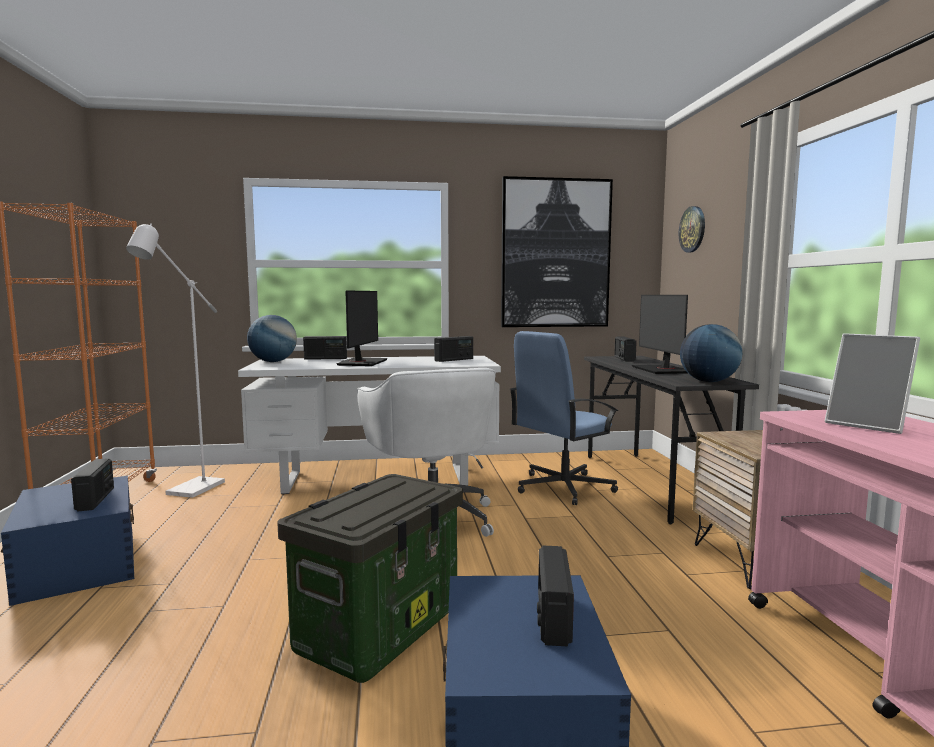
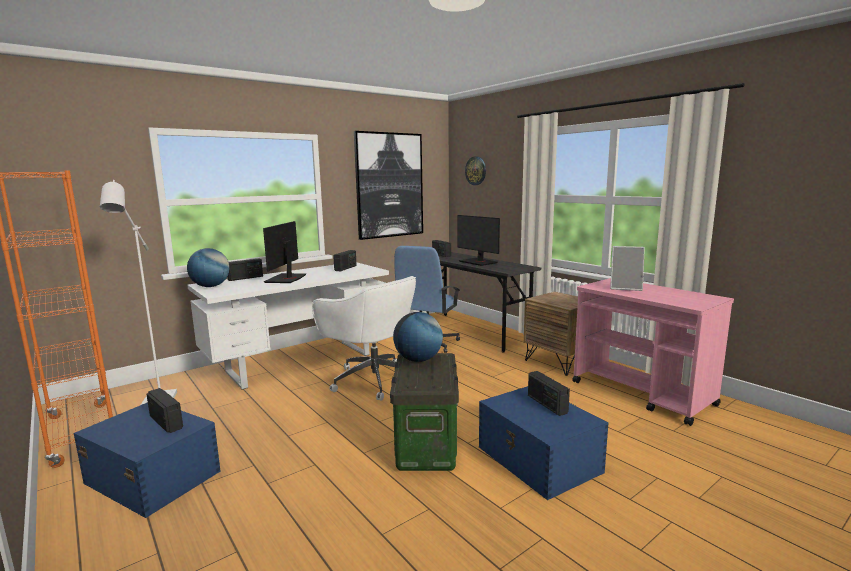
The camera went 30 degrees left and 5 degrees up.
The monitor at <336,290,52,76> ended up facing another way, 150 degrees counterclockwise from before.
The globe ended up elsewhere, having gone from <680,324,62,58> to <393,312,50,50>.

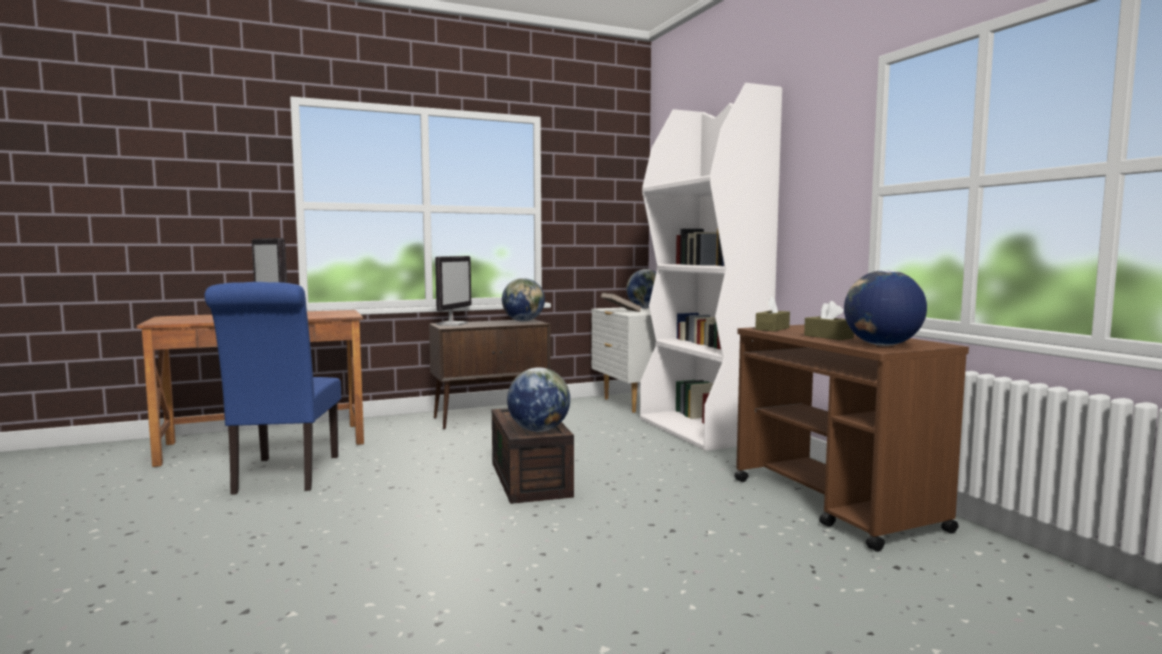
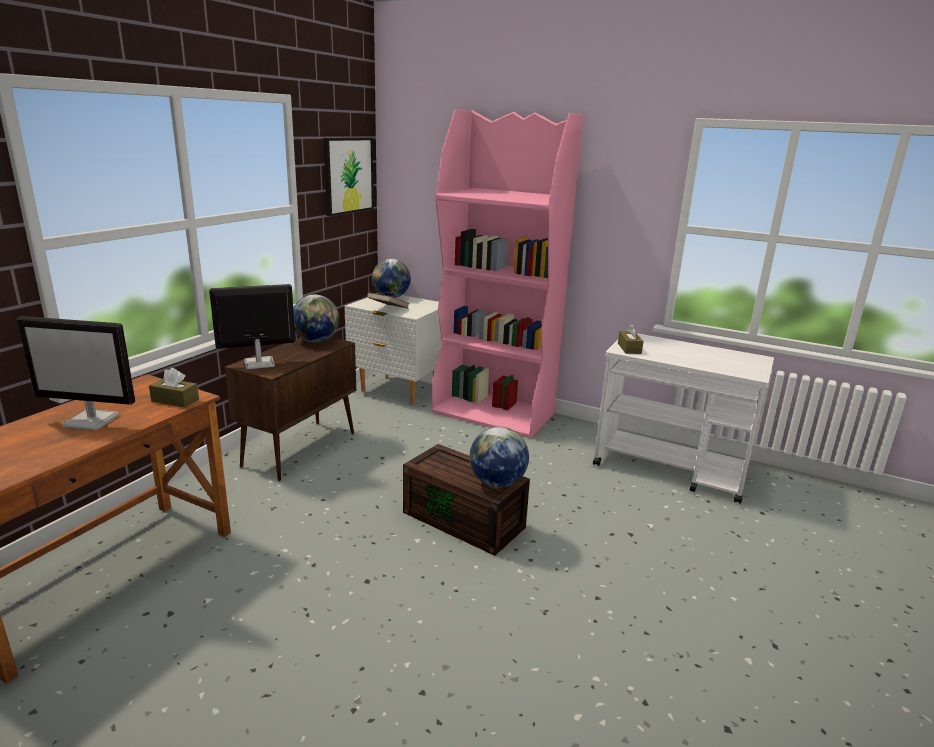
The camera went 40 degrees left and 15 degrees up.
The tissue box (brown) ended up elsewhere, having gone from <804,301,50,39> to <149,368,50,39>.
The monitor at <435,256,36,70> ended up facing another way, 90 degrees counterclockwise from before.
The second view gained the picture at <323,137,51,79>.
What was the bookcase (white) at <640,83,142,368> turned into the bookcase (pink) at <432,109,151,329>.
What was the cart (brown) at <734,325,235,227> turned into the cart (white) at <593,333,181,171>.
The second view lost the chair (blue) at <204,282,137,213>.
The second view lost the globe at <844,270,83,76>.

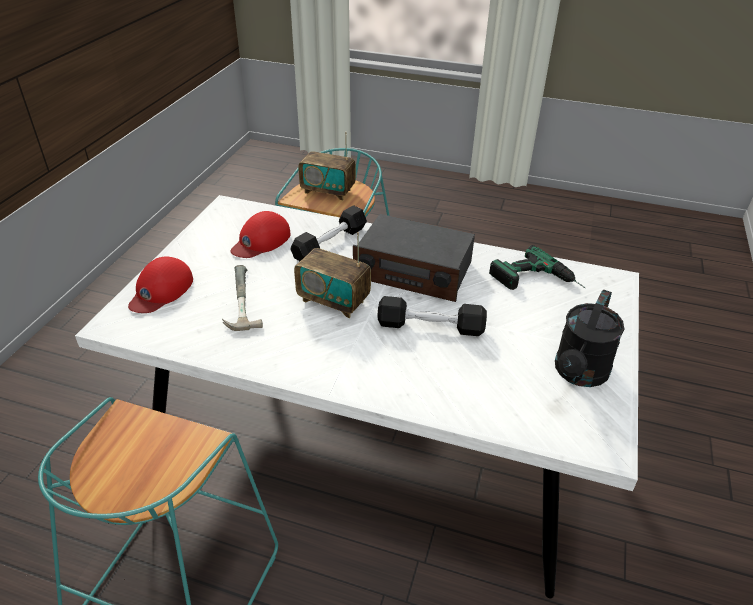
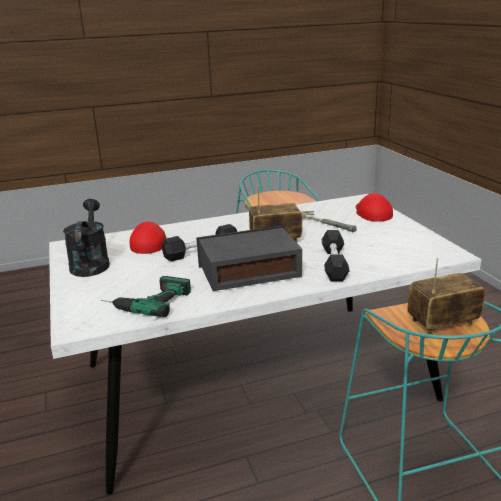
The camera went 145 degrees right and 15 degrees down.
The cap (red) ended up elsewhere, having gone from <231,211,60,47> to <130,222,37,32>.

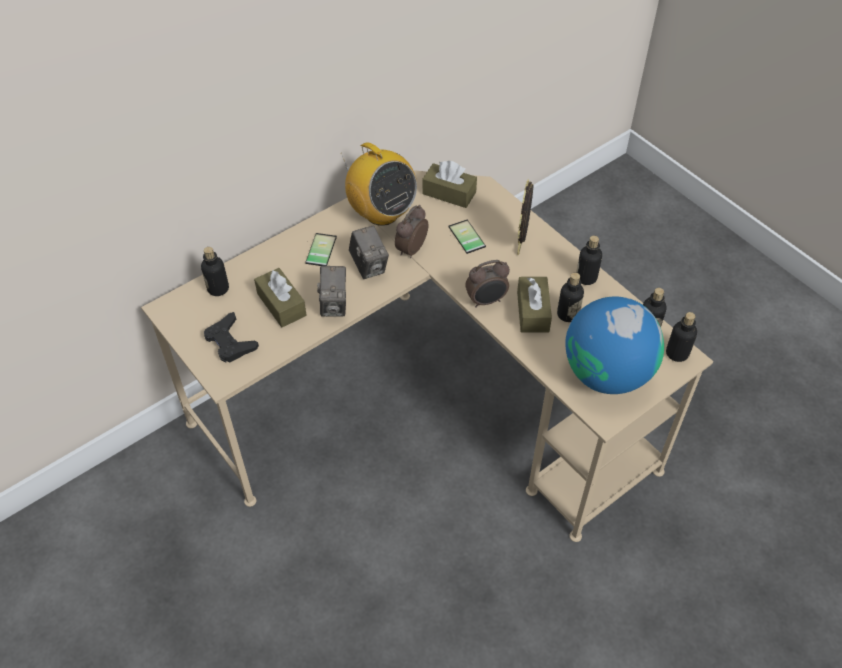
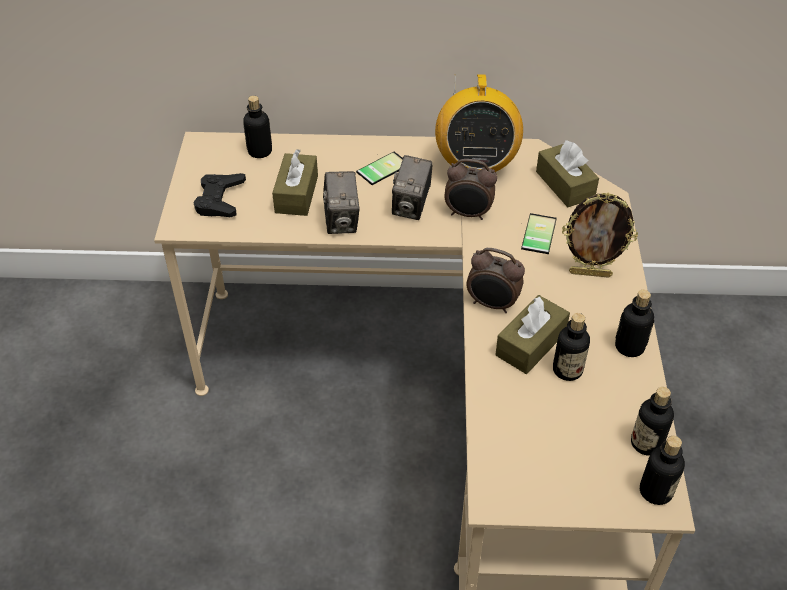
The camera went 40 degrees right and 5 degrees down.
The photo camera at <317,266,29,51> ended up facing another way, 45 degrees counterclockwise from before.
The alarm clock at <395,205,34,53> ended up facing another way, 150 degrees counterclockwise from before.
The picture frame at <517,180,16,75> ended up facing another way, 135 degrees counterclockwise from before.
The second view lost the globe at <565,296,99,98>.

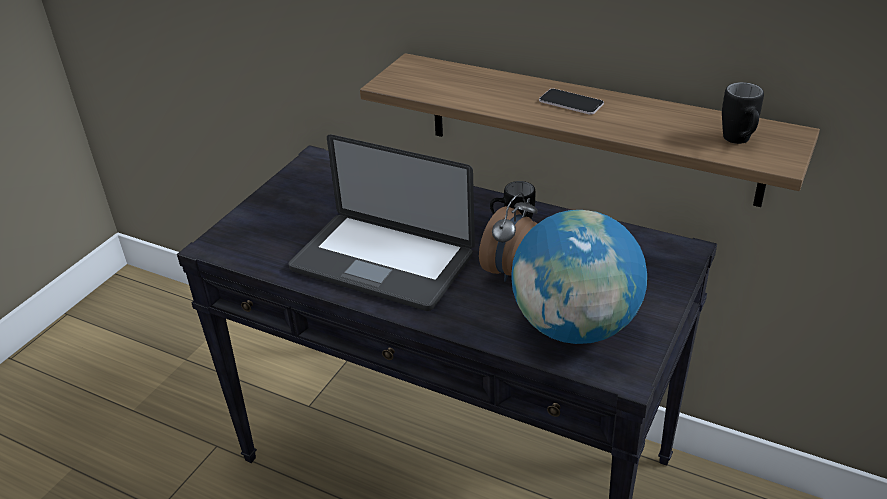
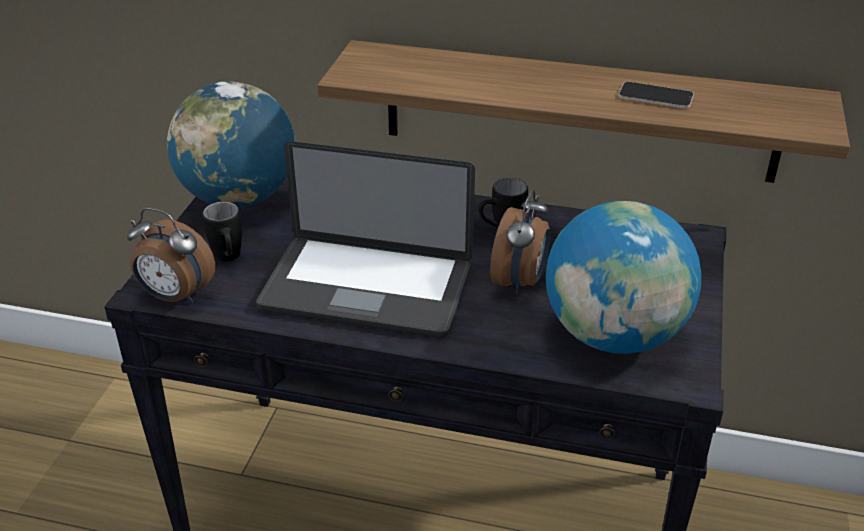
The camera went 15 degrees left and 0 degrees up.
The second view gained the alarm clock at <127,208,88,96>.
The second view gained the globe at <167,82,128,126>.
The mug (black) ended up elsewhere, having gone from <722,82,42,62> to <202,201,40,61>.
The phone ended up elsewhere, having gone from <539,89,65,26> to <619,82,75,26>.

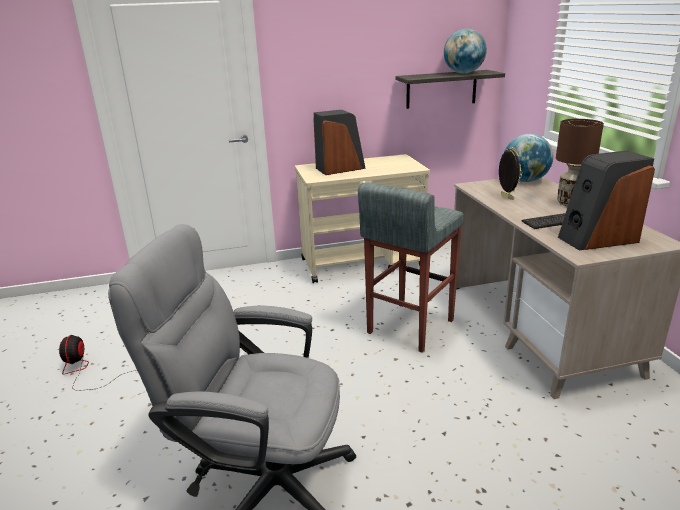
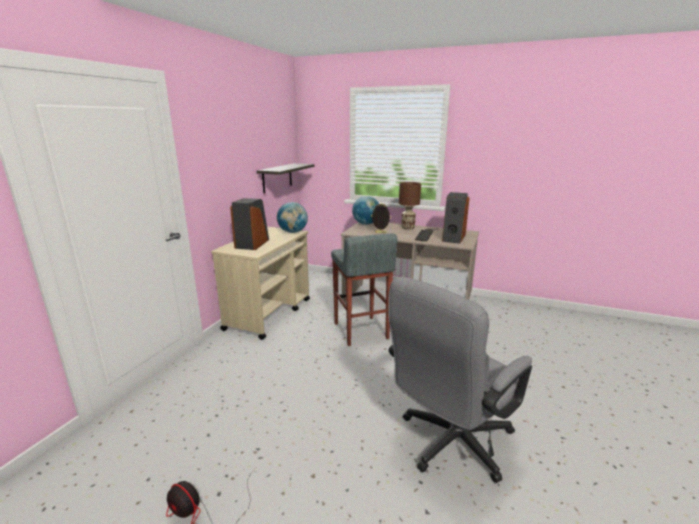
The camera went 55 degrees left and 5 degrees down.
The globe ended up elsewhere, having gone from <444,29,43,45> to <277,202,31,31>.

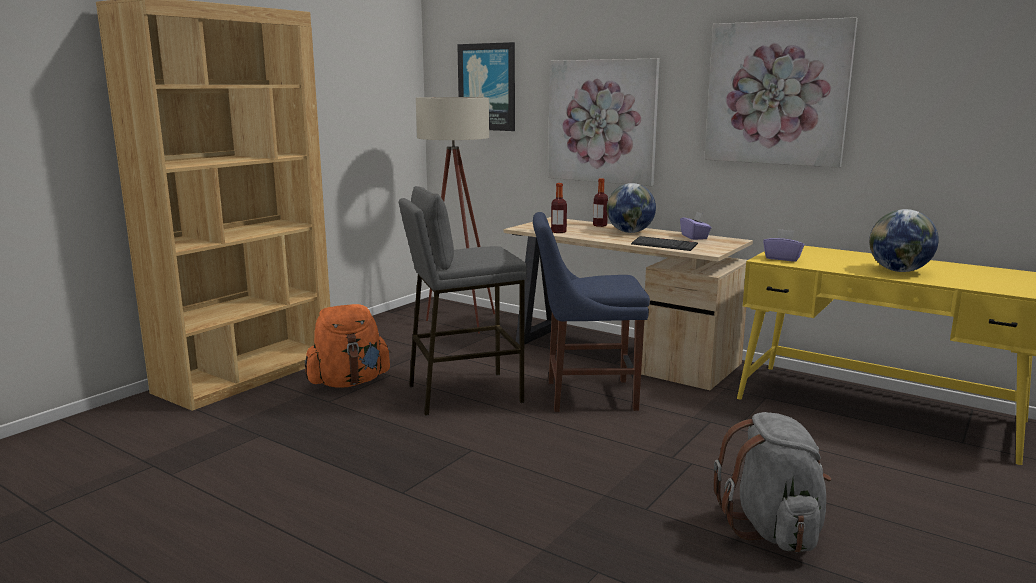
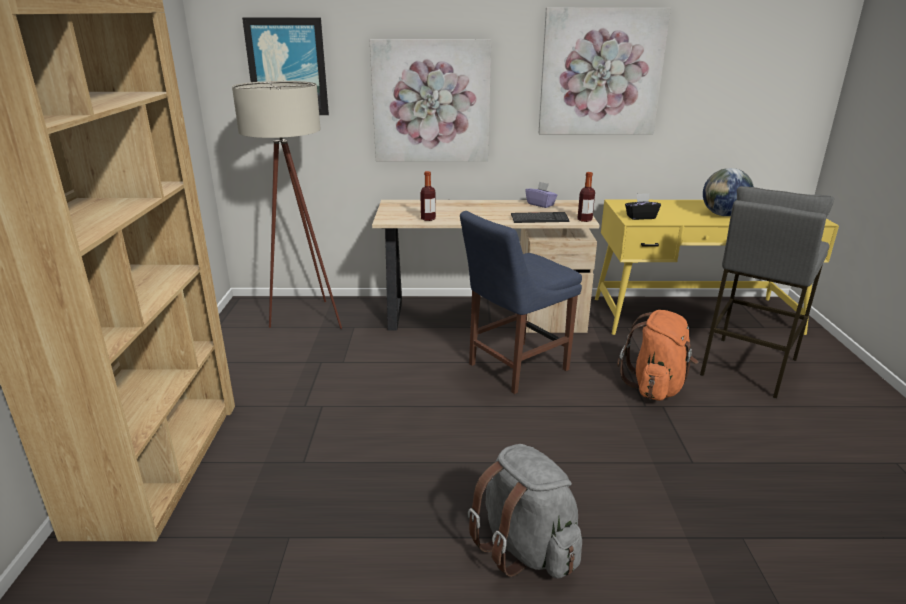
The camera went 35 degrees left and 10 degrees up.
The backpack (grey) ended up elsewhere, having gone from <714,412,117,141> to <468,444,114,135>.
The bottle ended up elsewhere, having gone from <593,178,15,49> to <577,172,18,50>.
The backpack (orange) ended up elsewhere, having gone from <305,304,86,83> to <617,310,82,91>.
What was the tissue box (purple) at <763,229,42,32> turned into the tissue box (black) at <625,194,36,26>.
The stool (grey) ended up elsewhere, having gone from <399,186,128,230> to <700,186,134,213>.
The second view lost the globe at <607,183,49,50>.

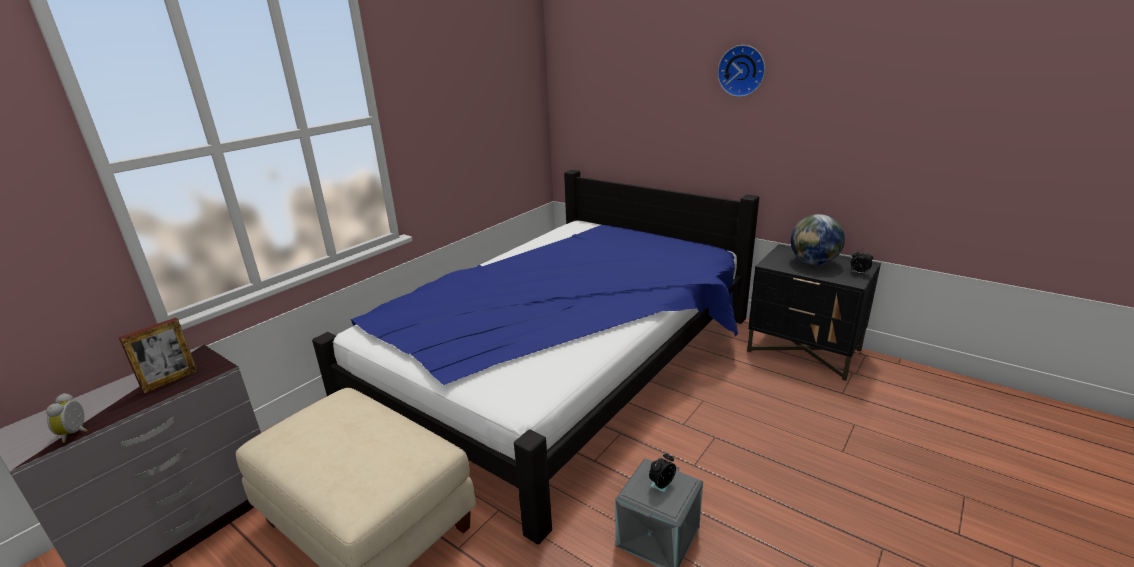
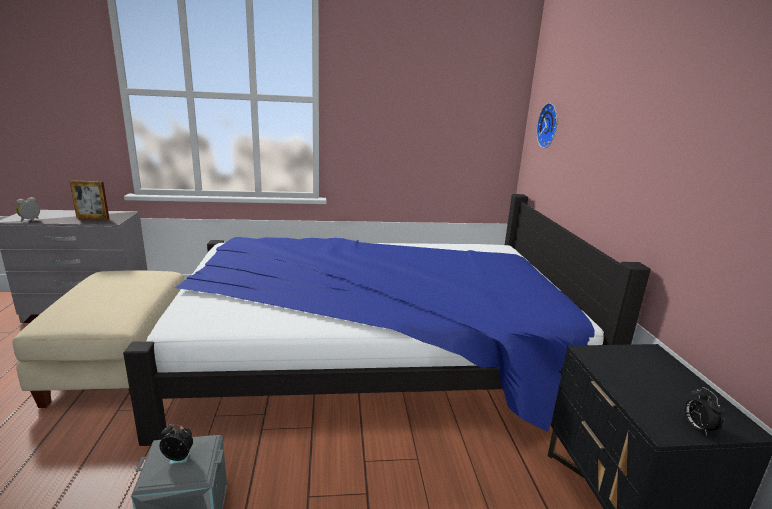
The camera went 45 degrees right and 5 degrees down.
The wall clock ended up elsewhere, having gone from <717,45,48,52> to <536,103,21,45>.
The second view lost the globe at <790,214,55,51>.

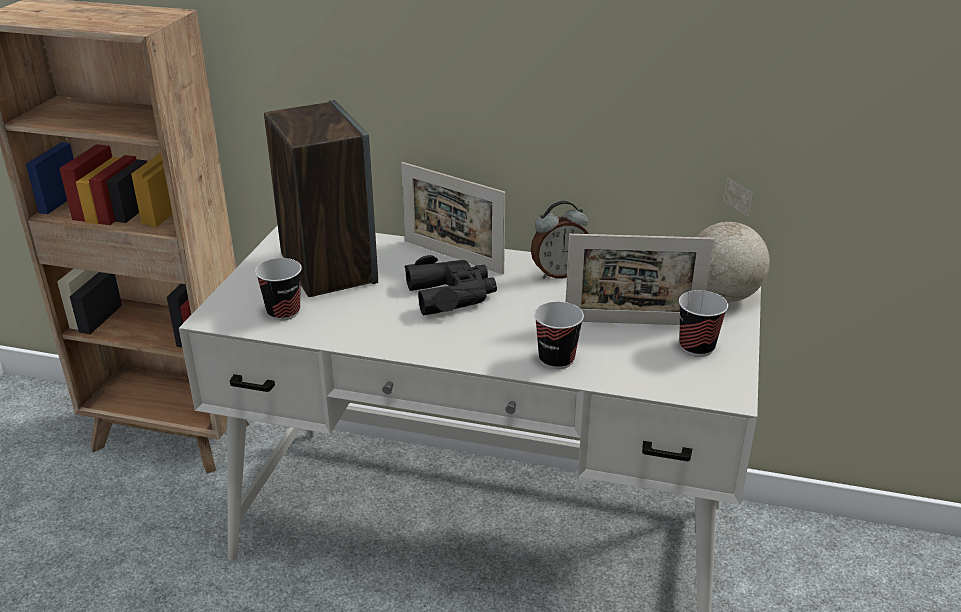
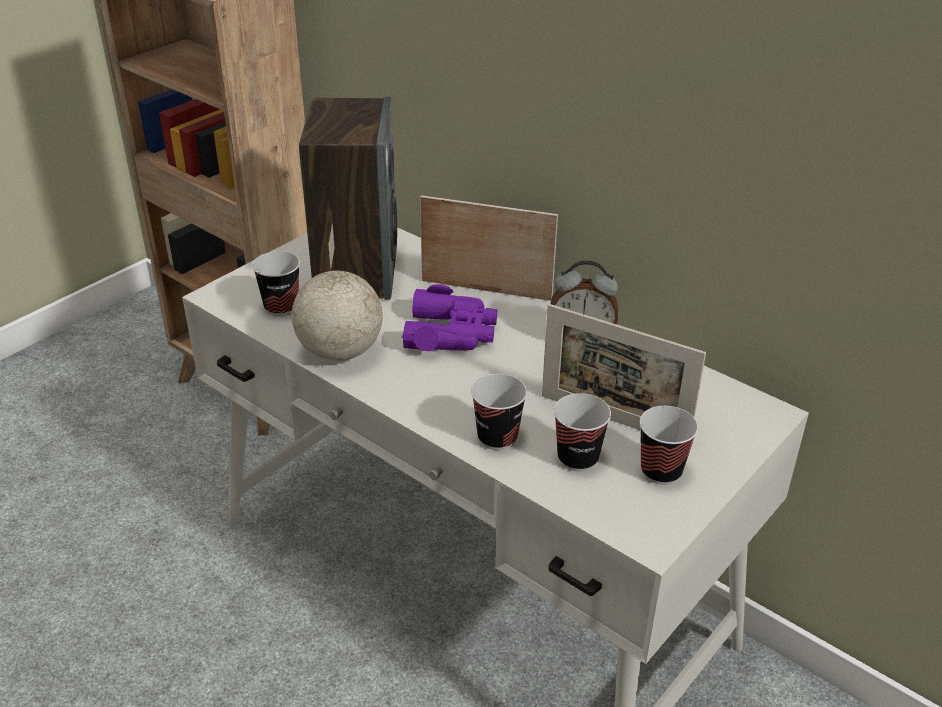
The camera went 25 degrees right and 5 degrees up.
The globe ended up elsewhere, having gone from <697,178,73,124> to <292,223,91,138>.
What was the binoculars (black) at <404,255,93,61> turned into the binoculars (purple) at <402,284,95,67>.
The picture frame at <401,162,104,112> ended up facing another way, 135 degrees clockwise from before.
The second view gained the cup at <554,393,57,79>.

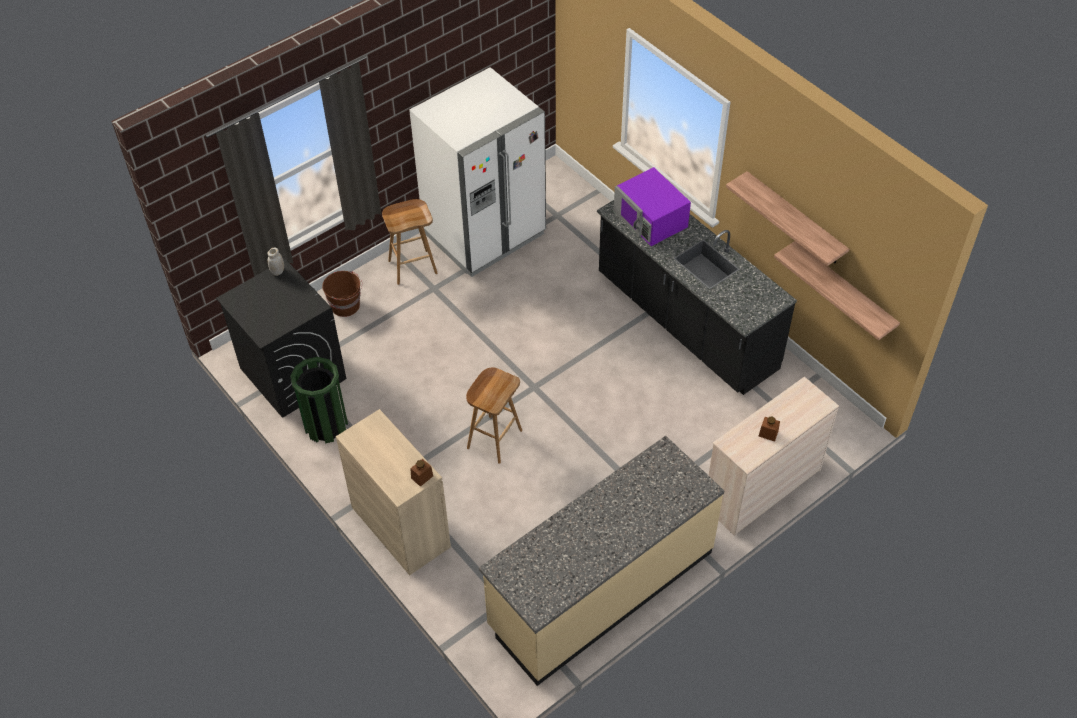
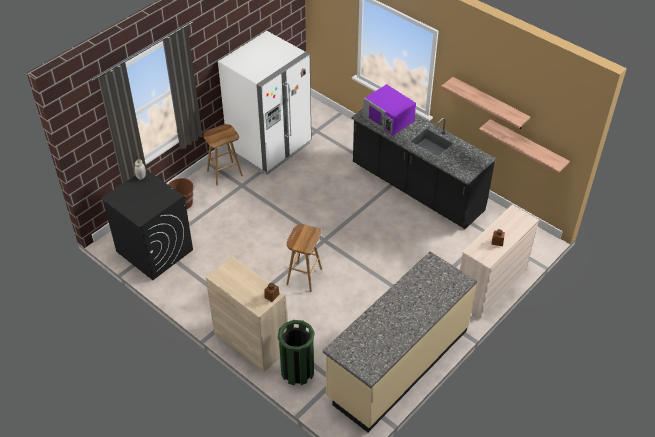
The camera went 10 degrees left and 5 degrees down.
The trash can (green) ended up elsewhere, having gone from <290,357,58,87> to <278,320,37,65>.

